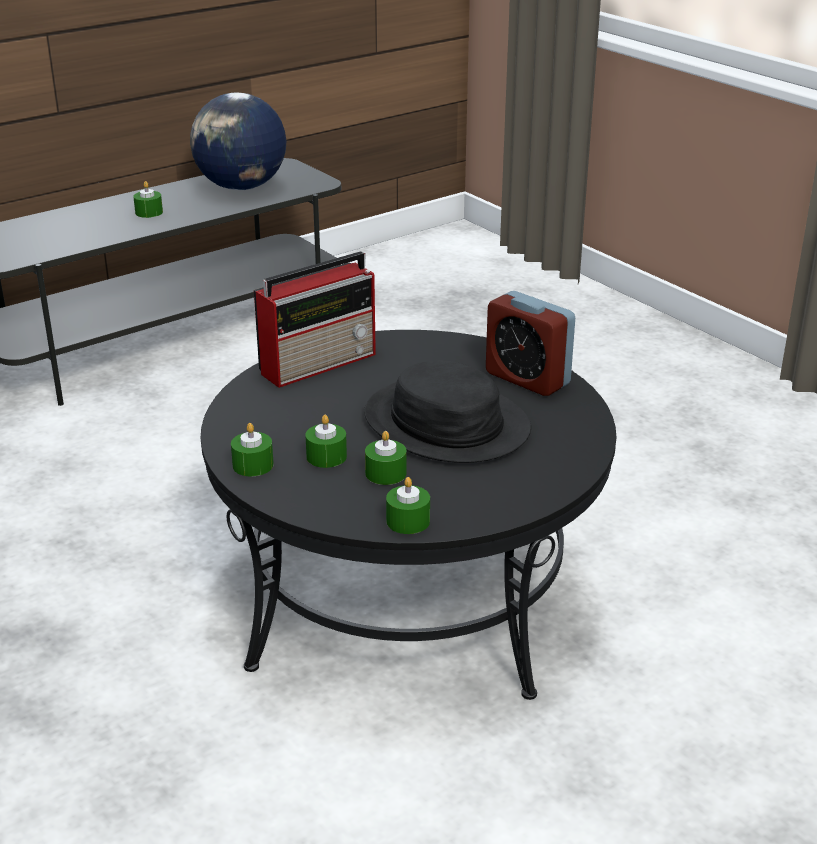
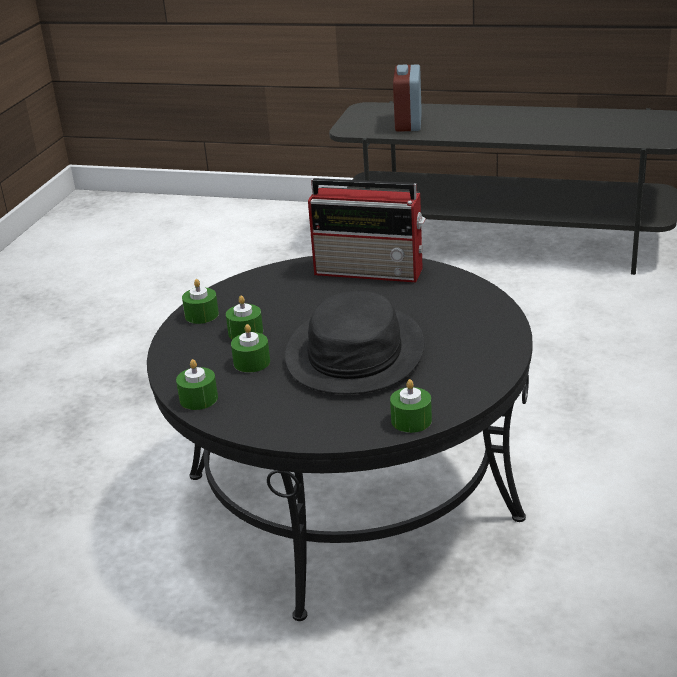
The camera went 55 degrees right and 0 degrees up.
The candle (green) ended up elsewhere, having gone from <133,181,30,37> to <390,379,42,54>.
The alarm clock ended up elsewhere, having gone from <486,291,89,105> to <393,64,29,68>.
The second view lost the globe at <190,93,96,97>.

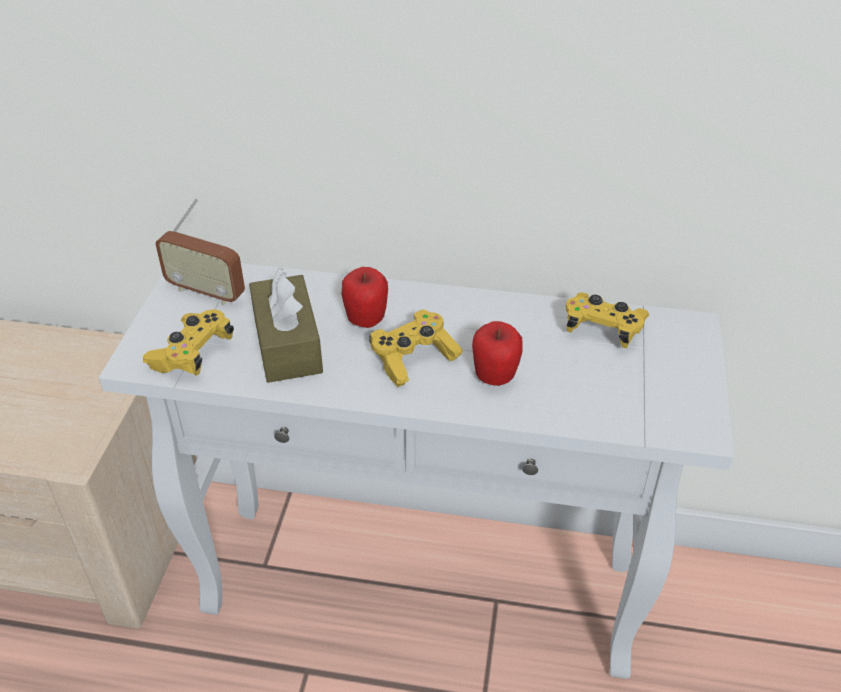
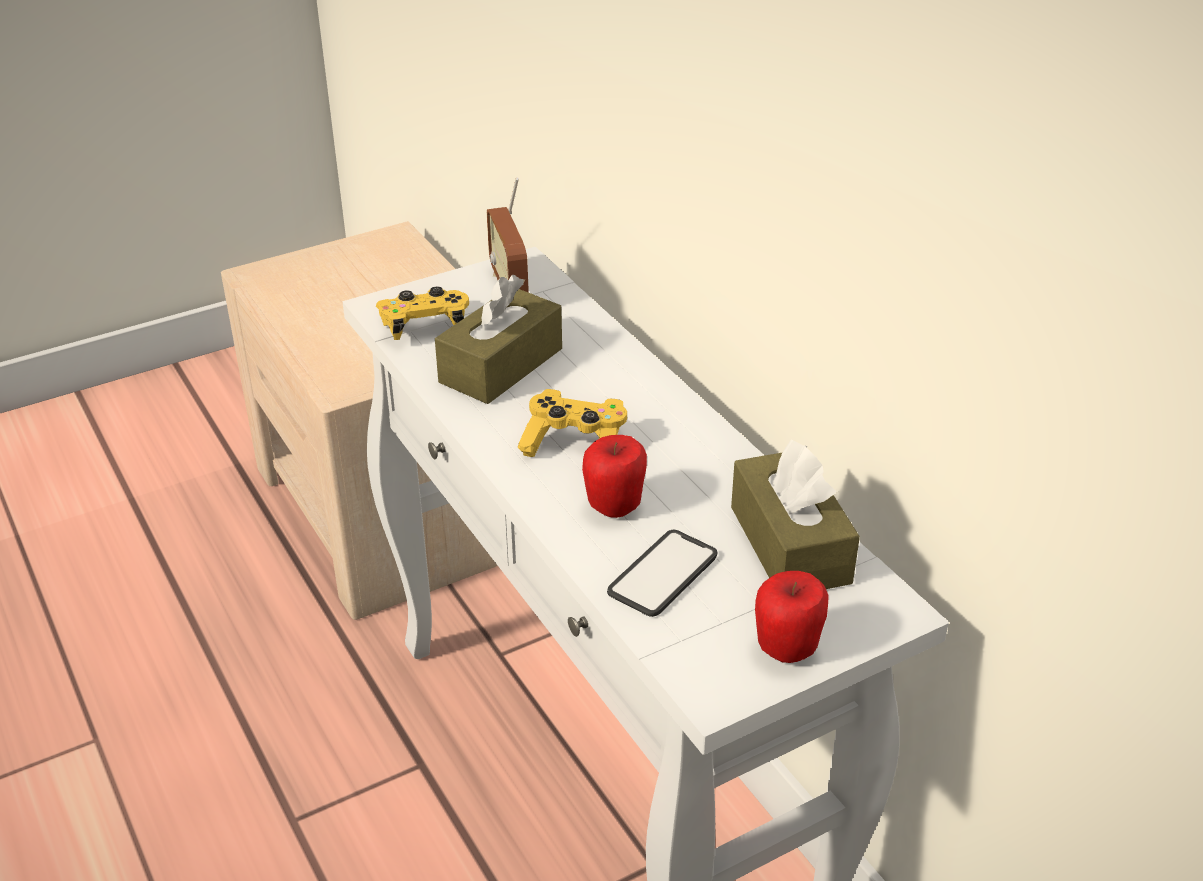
The camera went 50 degrees right and 5 degrees down.
The second view gained the phone at <607,530,110,87>.
Where the game controller (yellow) stood at <566,292,83,56>, the tissue box (brown) came to stand at <731,440,129,149>.
The apple ended up elsewhere, having gone from <341,267,47,61> to <755,571,74,92>.

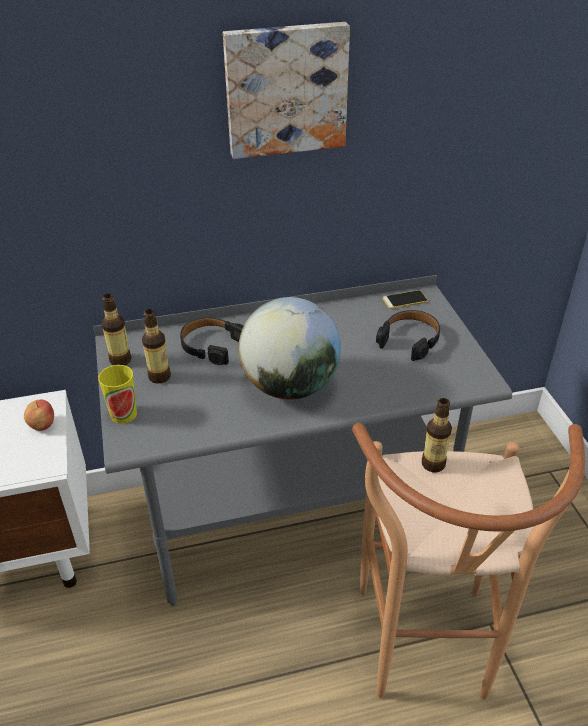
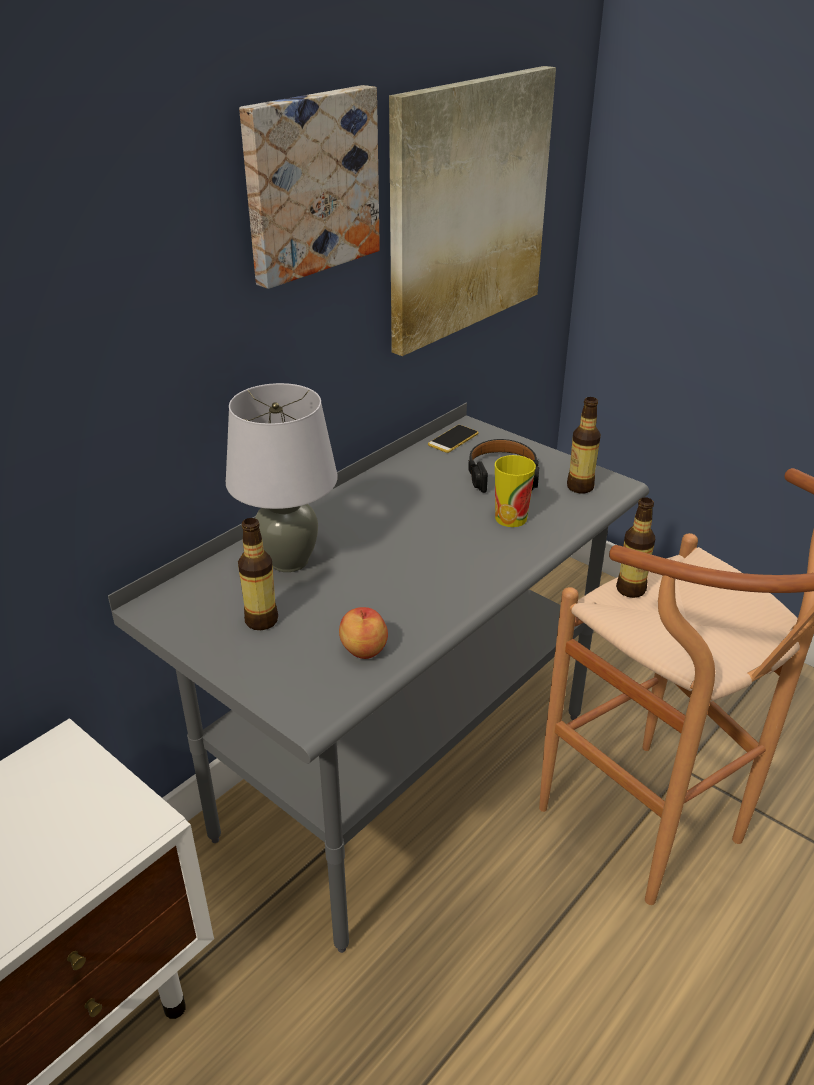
The camera went 35 degrees left and 5 degrees down.
Where the headphones (black) stood at <180,317,64,48>, the table lamp (grey) came to stand at <226,383,112,189>.
The apple ended up elsewhere, having gone from <24,400,30,31> to <339,607,49,52>.
The second view gained the picture at <389,66,167,290>.
The cup ended up elsewhere, having gone from <98,365,39,59> to <495,455,41,72>.
The bottle ended up elsewhere, having gone from <102,294,30,71> to <567,397,34,96>.
The second view lost the globe at <238,297,103,103>.

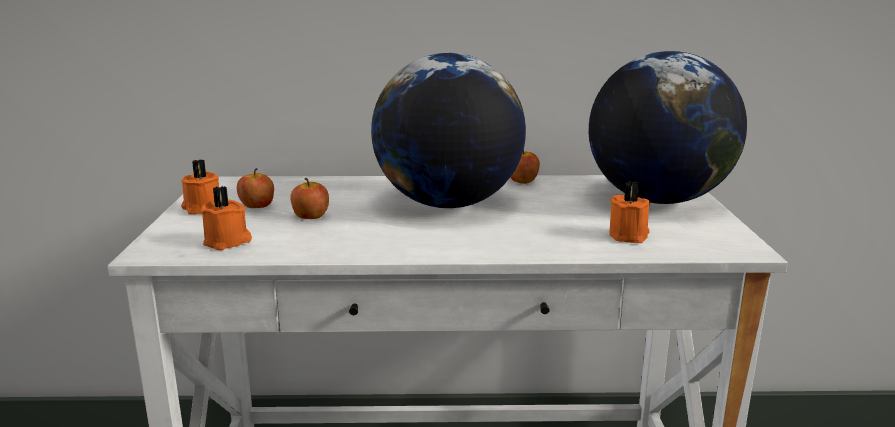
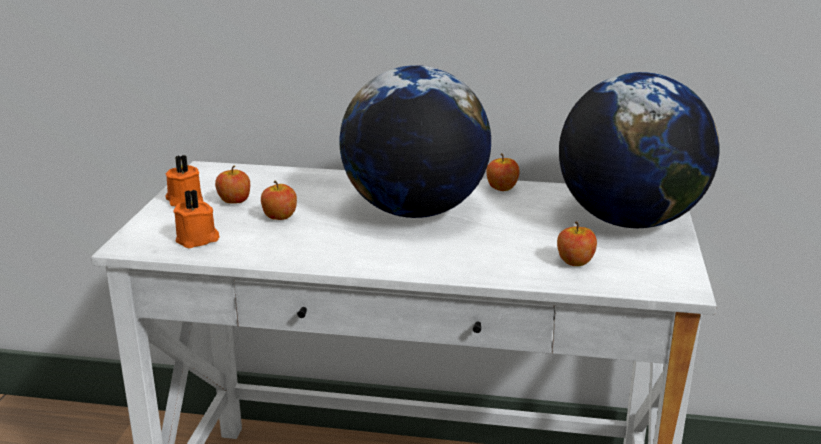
The camera went 10 degrees right and 5 degrees up.
Where the candle (orange) stood at <609,181,41,62>, the apple came to stand at <557,221,40,45>.

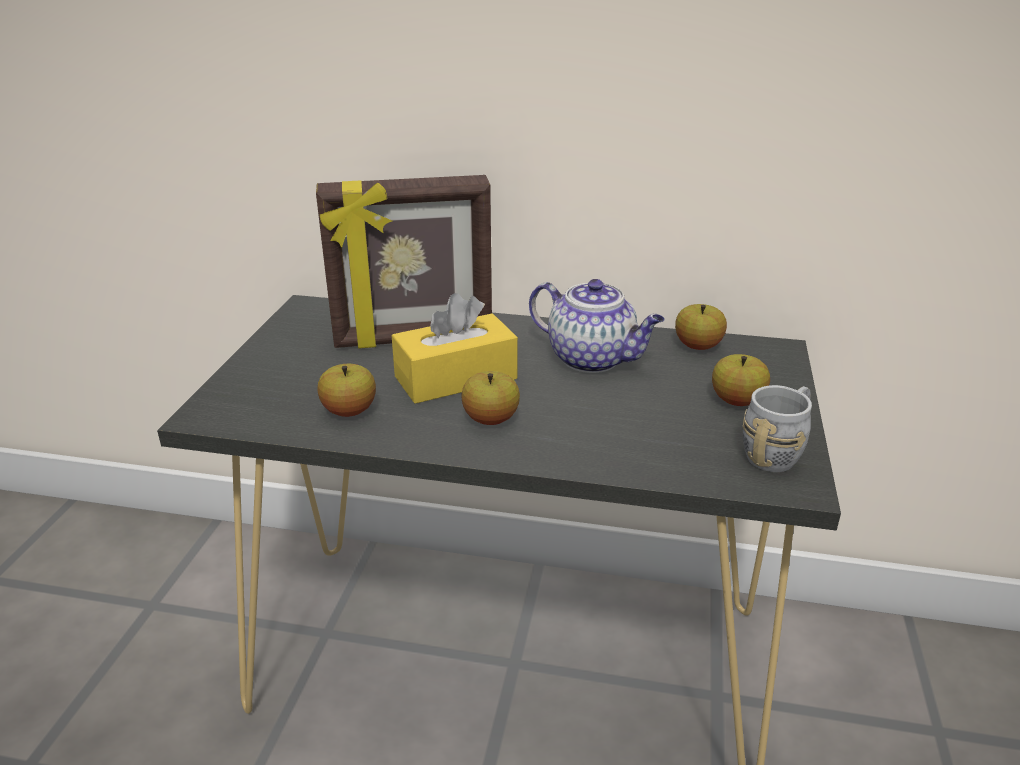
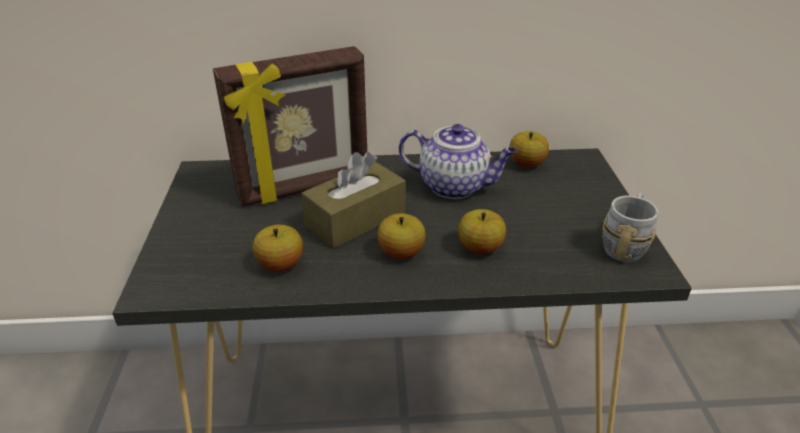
The camera went 15 degrees left and 5 degrees up.
What was the tissue box (yellow) at <392,293,126,111> turned into the tissue box (brown) at <301,152,104,96>.
The apple ended up elsewhere, having gone from <712,354,58,52> to <458,209,48,45>.

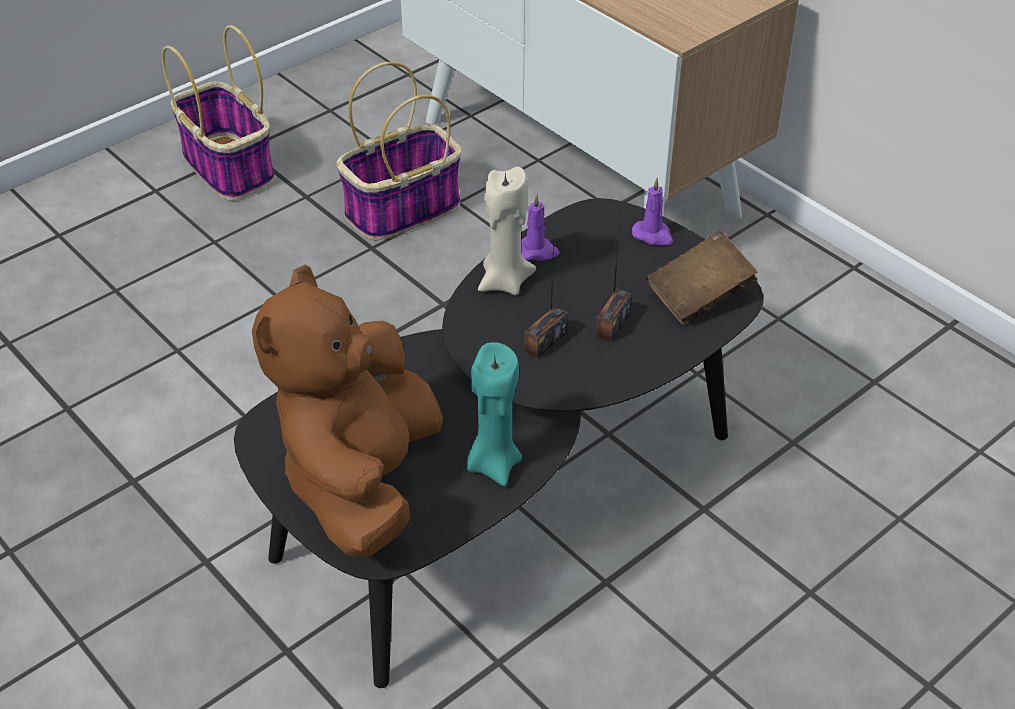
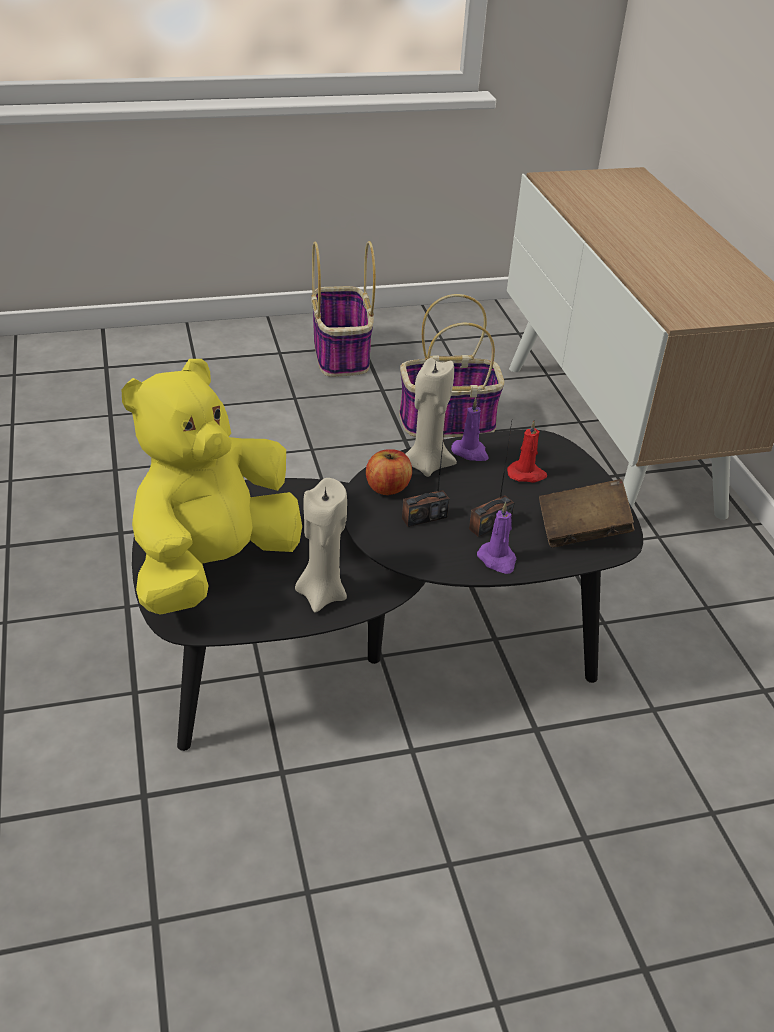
The camera went 25 degrees right and 5 degrees down.
What was the plush toy (brown) at <252,265,191,293> turned into the plush toy (yellow) at <122,359,180,256>.
What was the candle (turquoise) at <467,342,55,144> turned into the candle (beige) at <295,478,52,135>.
The second view gained the apple at <366,449,46,46>.
The candle (purple) ended up elsewhere, having gone from <632,178,41,67> to <477,502,40,72>.
The second view gained the candle (red) at <507,420,40,63>.

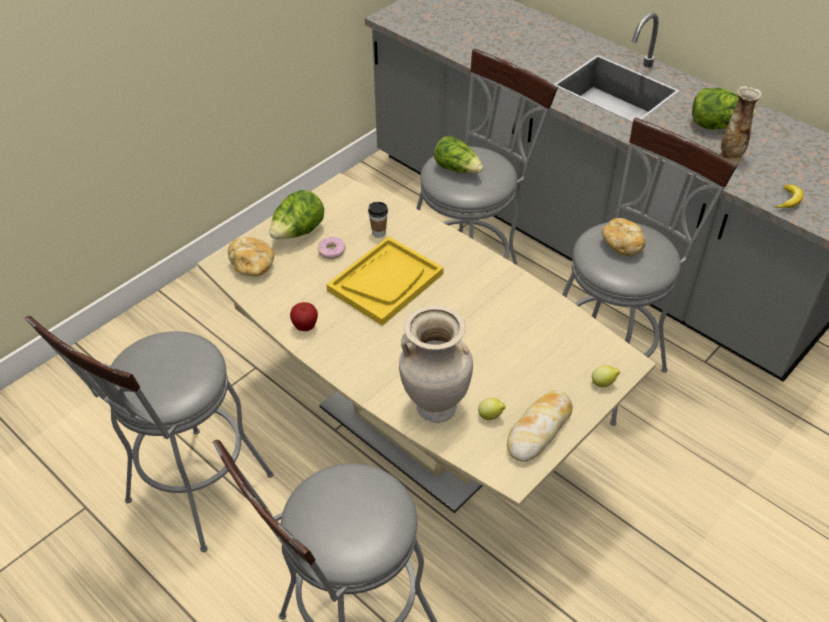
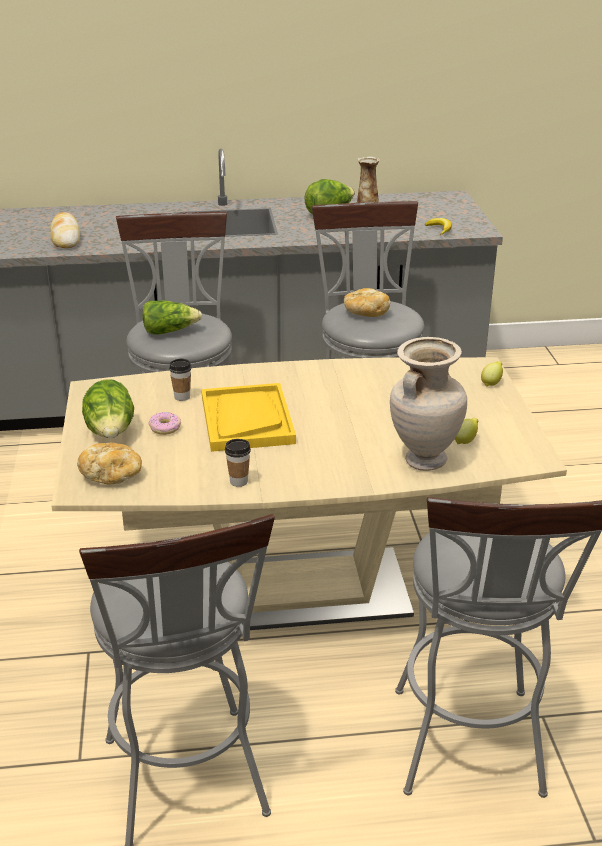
The camera went 50 degrees left and 15 degrees down.
The bread ended up elsewhere, having gone from <507,390,66,72> to <50,212,30,36>.
Where the apple stood at <290,302,28,29>, the cup came to stand at <225,439,26,48>.

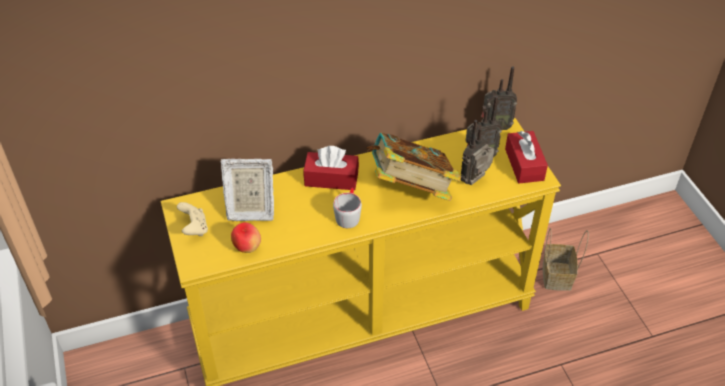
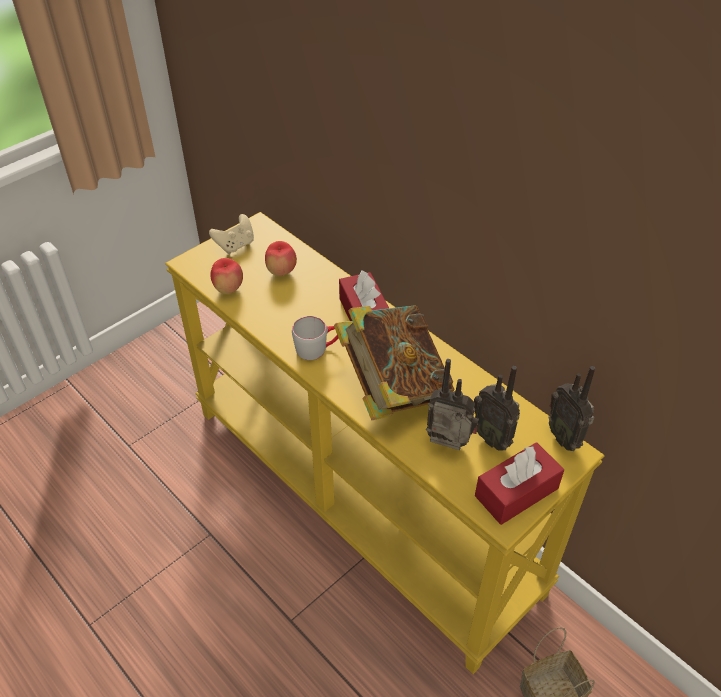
The camera went 65 degrees right and 0 degrees up.
Where the picture frame stood at <221,159,53,62>, the apple came to stand at <265,241,32,35>.

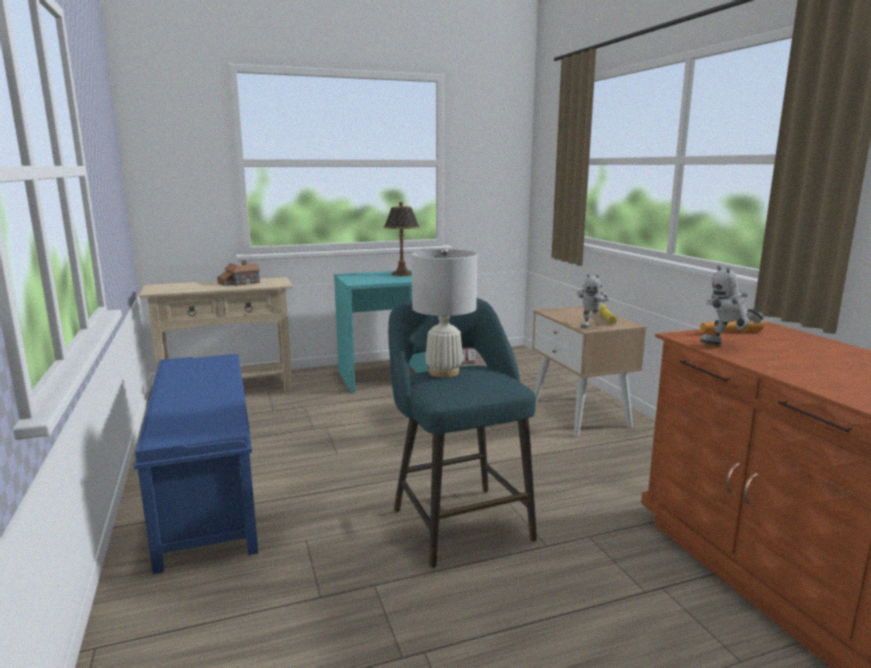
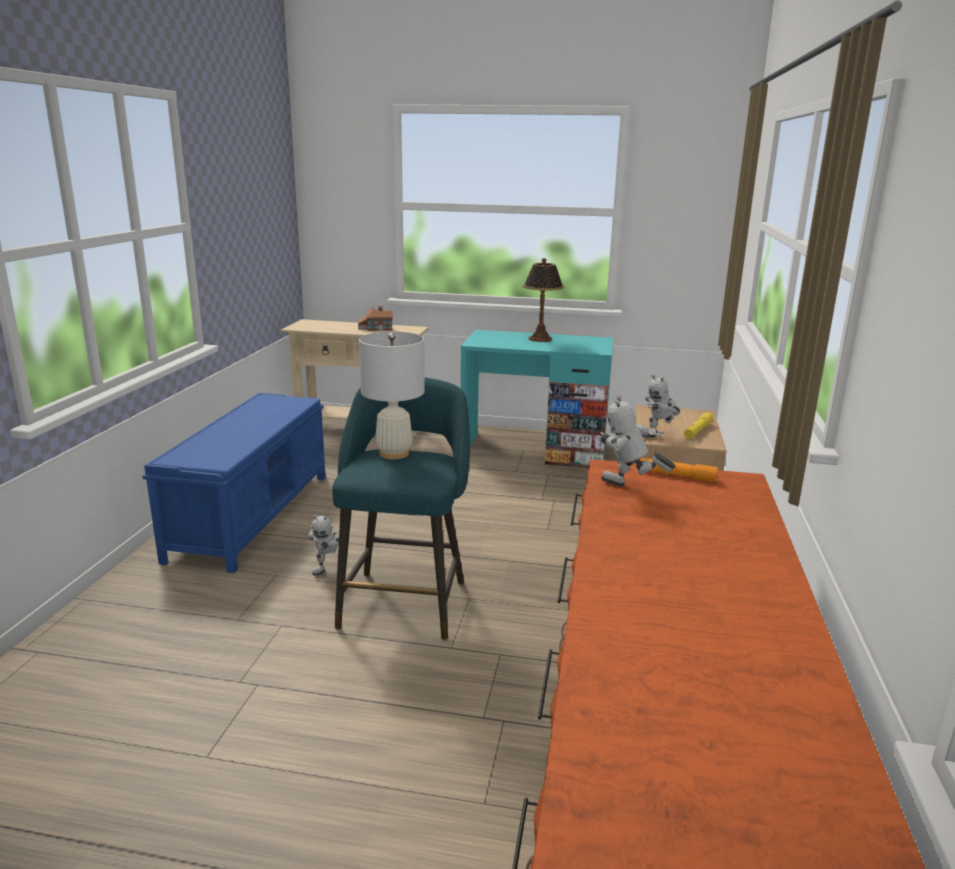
The camera went 30 degrees right and 5 degrees up.
The second view gained the toy robot at <308,515,31,61>.

